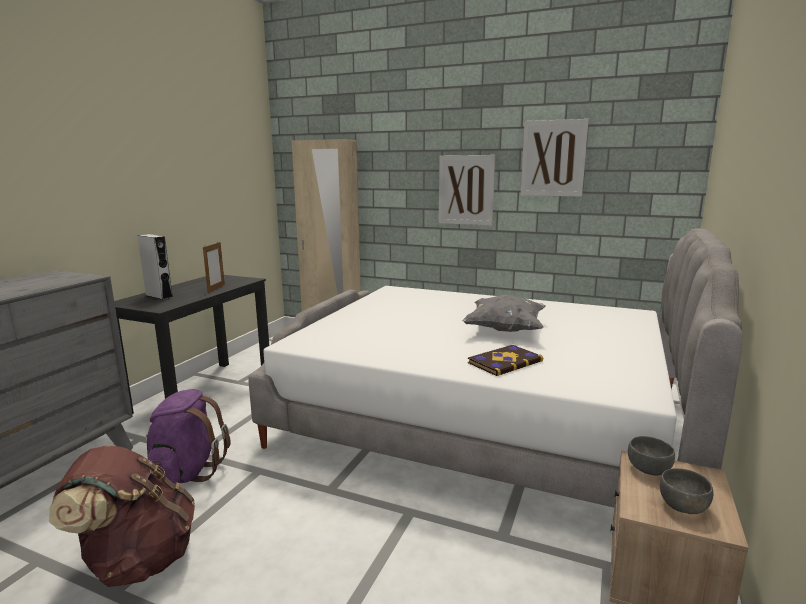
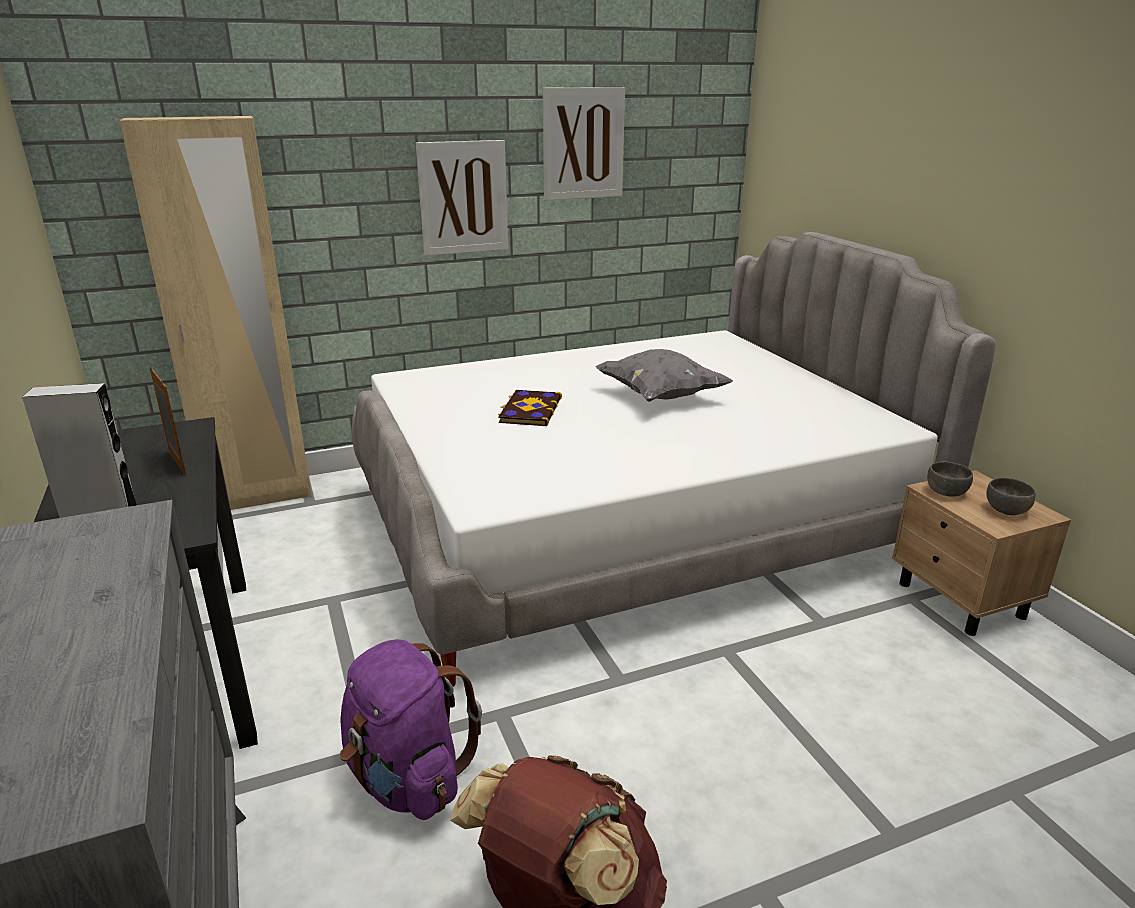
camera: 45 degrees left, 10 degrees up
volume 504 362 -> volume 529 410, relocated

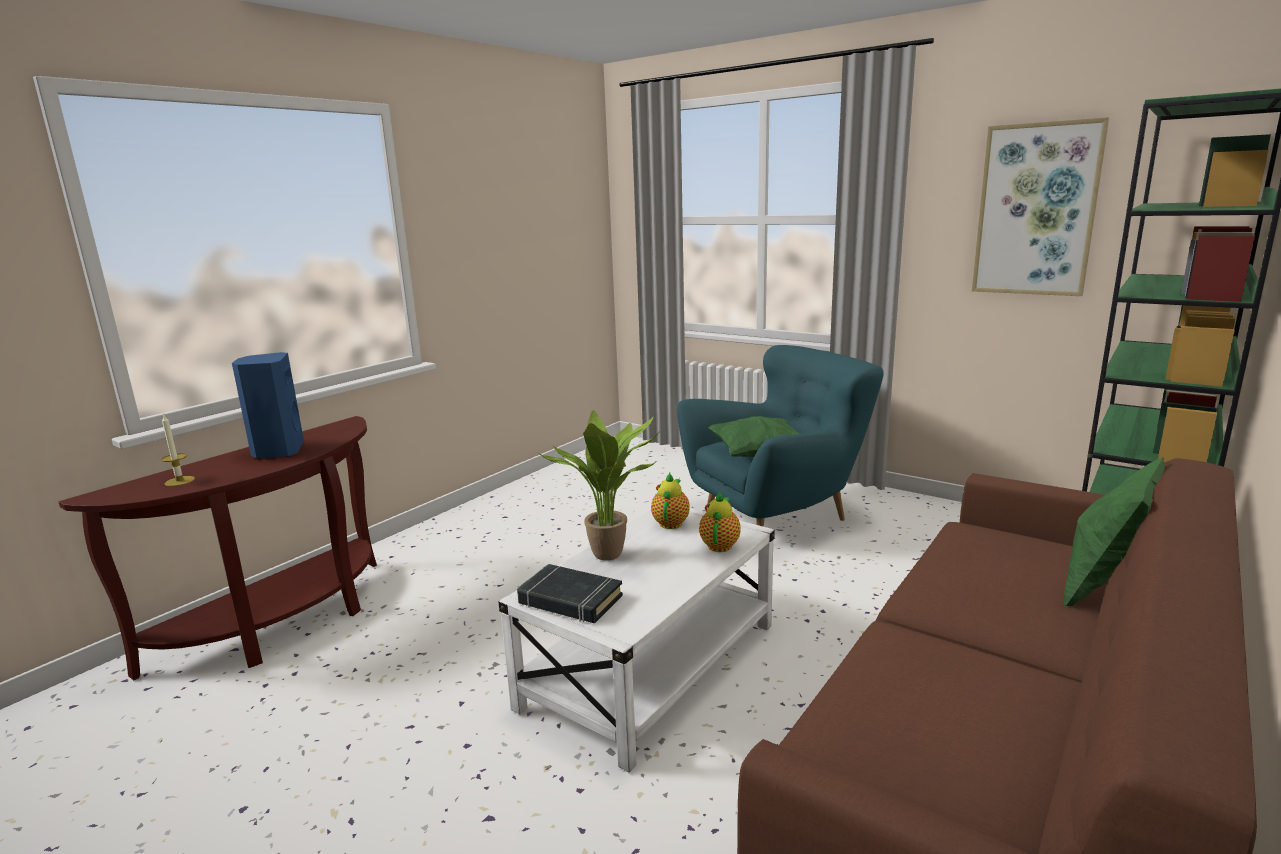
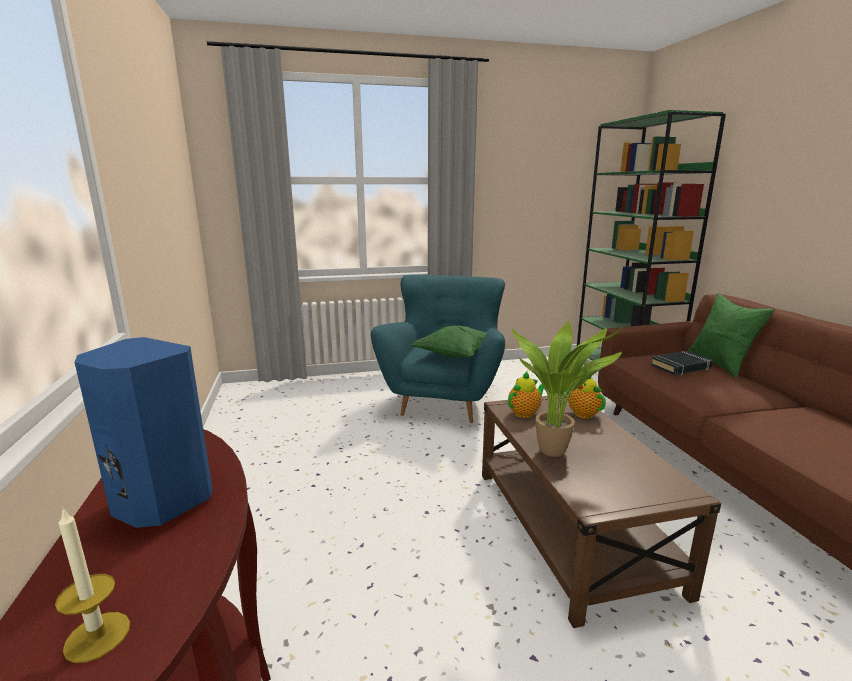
camera: 50 degrees left, 0 degrees up
coffee table in white-coloured 651 666 -> coffee table in brown 571 528
volume in blackish 570 600 -> volume in blackish 681 367, relocated
teapot 671 522 -> teapot 525 413, 90 degrees clockwise
picture 1036 210 -> none

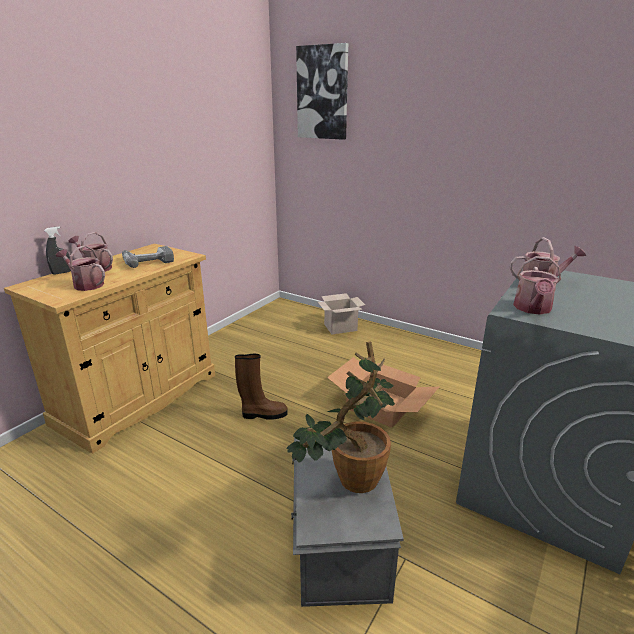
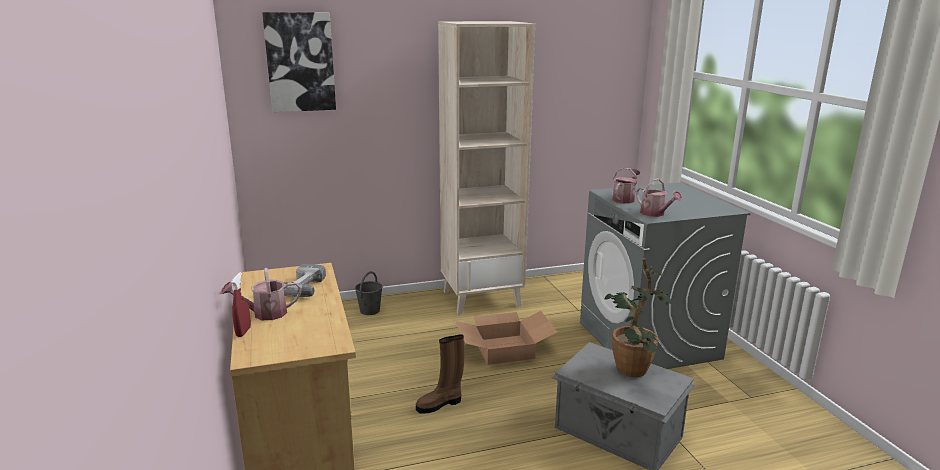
camera: 50 degrees left, 5 degrees down
spray bottle in greyish 62 273 -> spray bottle in reddish 243 332
watering can 86 284 -> none
boot in brown 263 414 -> boot in brown 440 404, 150 degrees counterclockwise
packing box 341 327 -> water bucket in greyish 370 310
none -> bookcase in beige 482 298

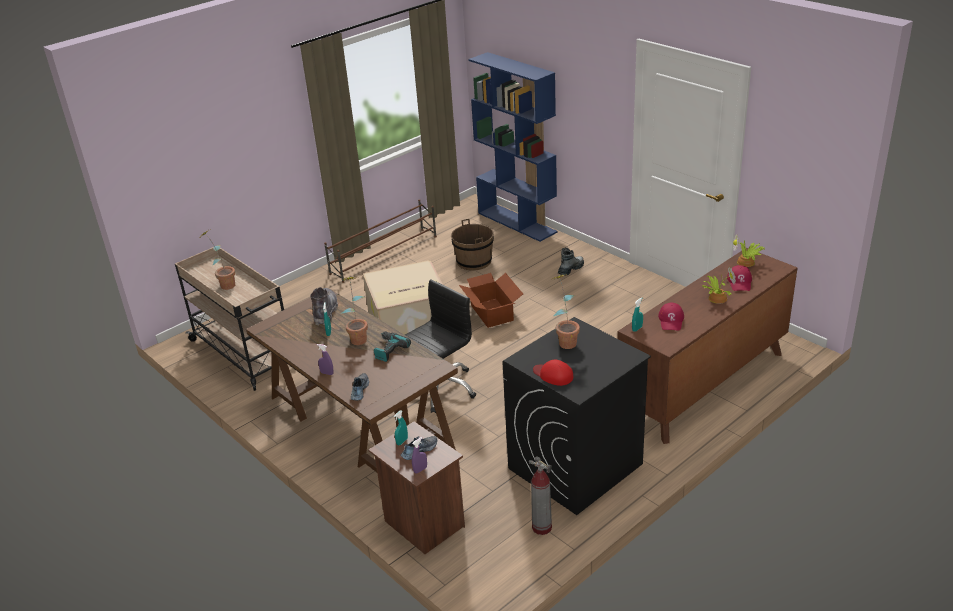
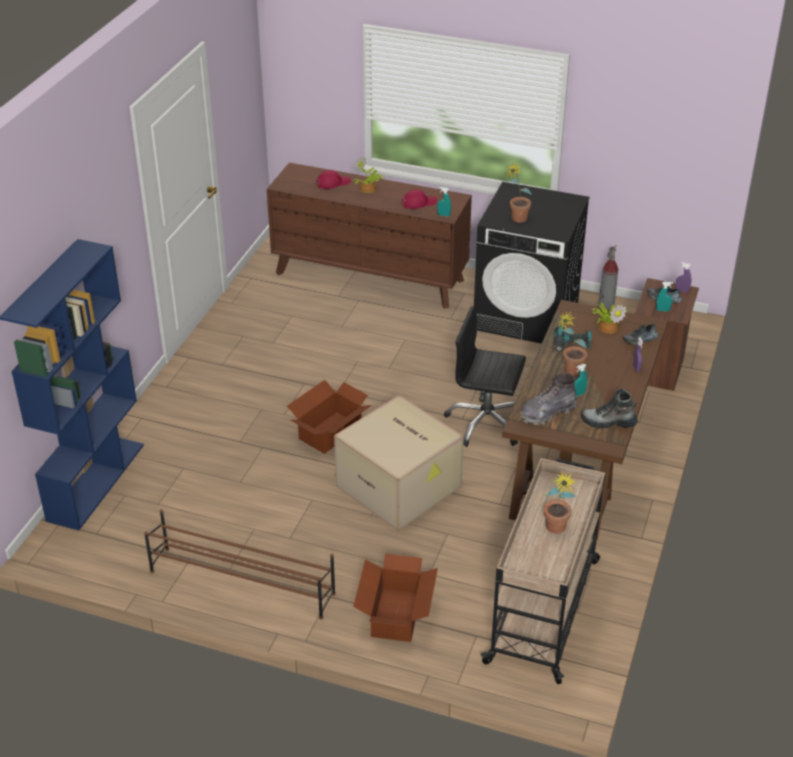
camera: 120 degrees left, 5 degrees up
water bucket in brown 474 261 -> none
cap in reddish 553 375 -> none
boot 570 269 -> boot 608 422, relocated
houseplant 746 263 -> houseplant 608 327, relocated
none -> packing box 395 615

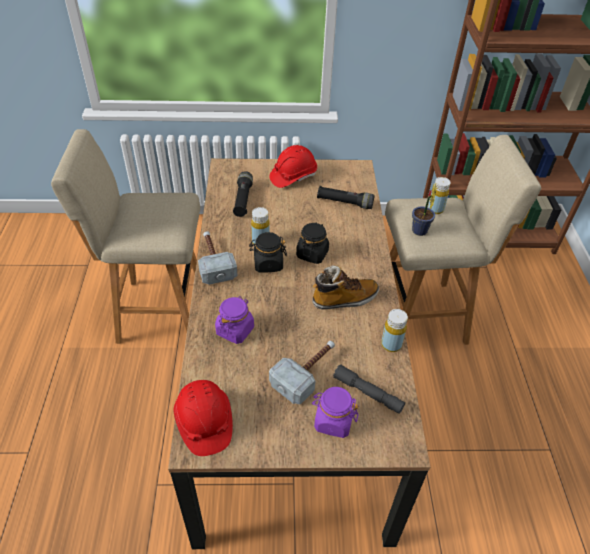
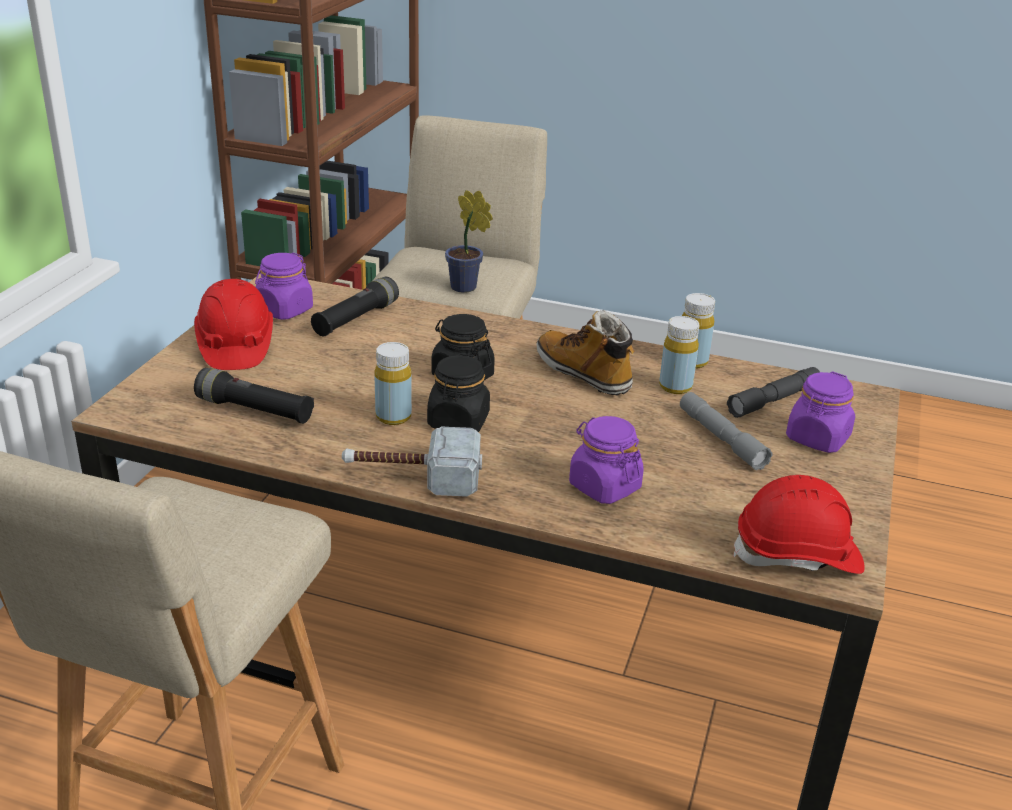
camera: 70 degrees left, 15 degrees down
hammer 307 372 -> flashlight in greyish 721 439
boot 344 299 -> boot 584 374, 45 degrees counterclockwise
beverage bottle in yellowish 435 209 -> beverage bottle in yellowish 675 386, relocated
none -> jar in purple 284 310

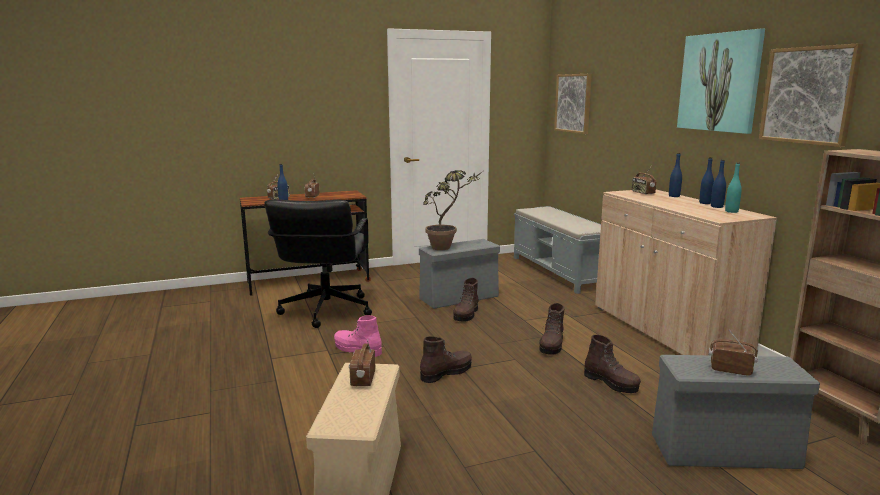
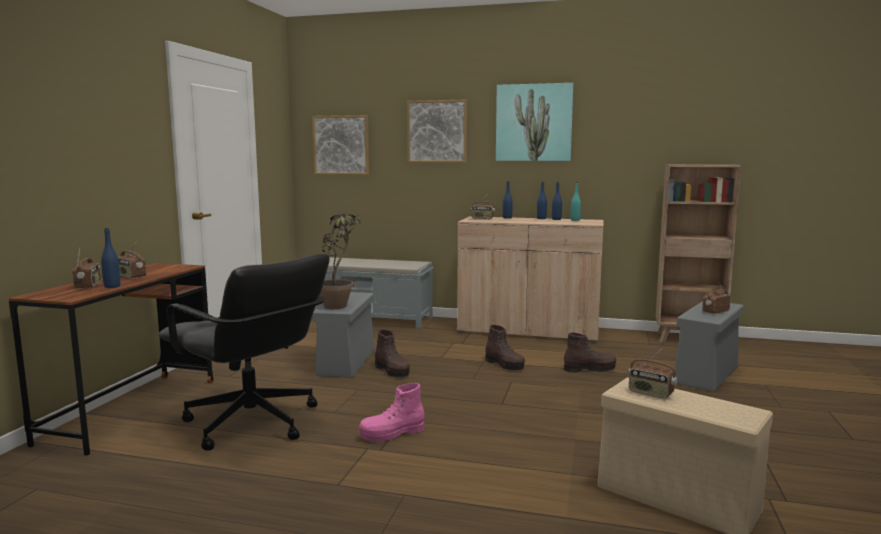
camera: 55 degrees left, 5 degrees down
boot in brown 446 372 -> none
picture 808 95 -> picture 437 131, relocated

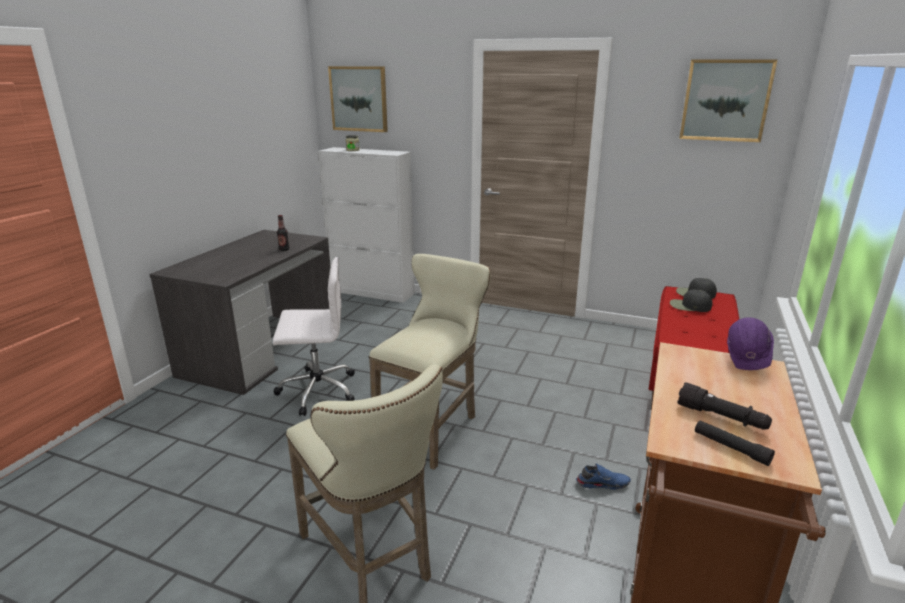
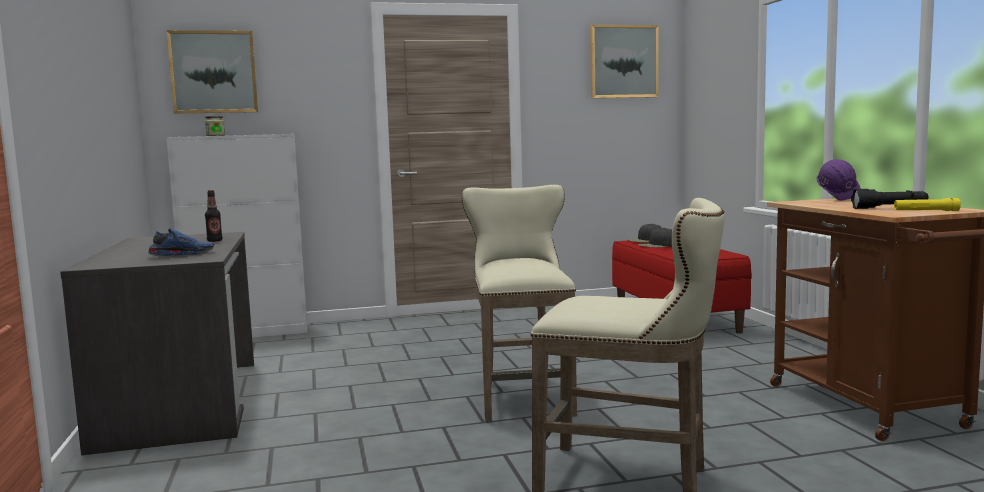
camera: 35 degrees left, 15 degrees down
desk chair in white-coloured 316 390 -> none
low shoe in blue 602 483 -> low shoe in blue 182 254, relocated
flashlight in blackish 731 448 -> flashlight in yellowish 925 211

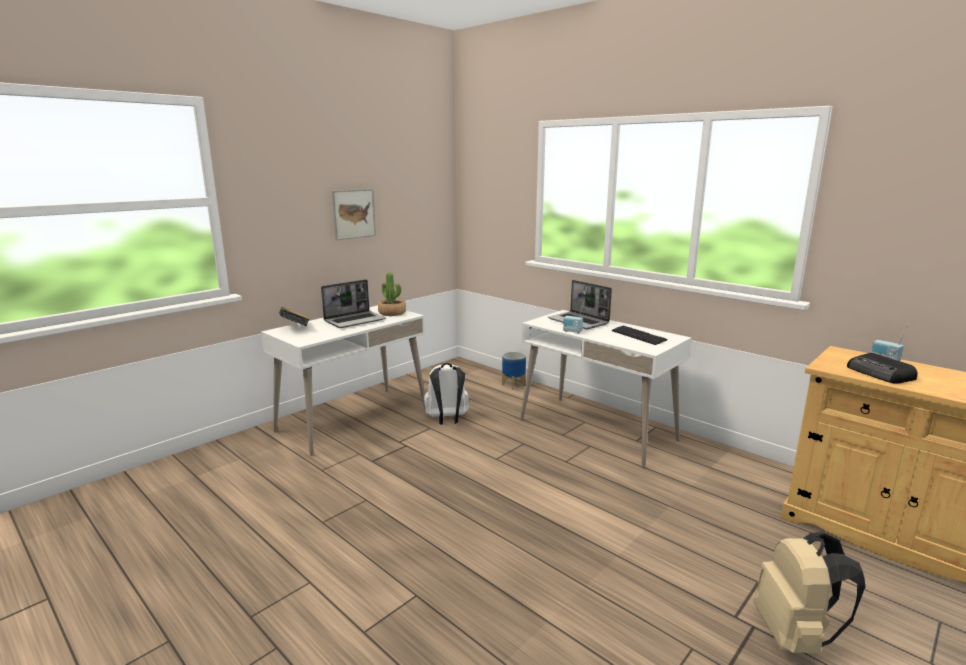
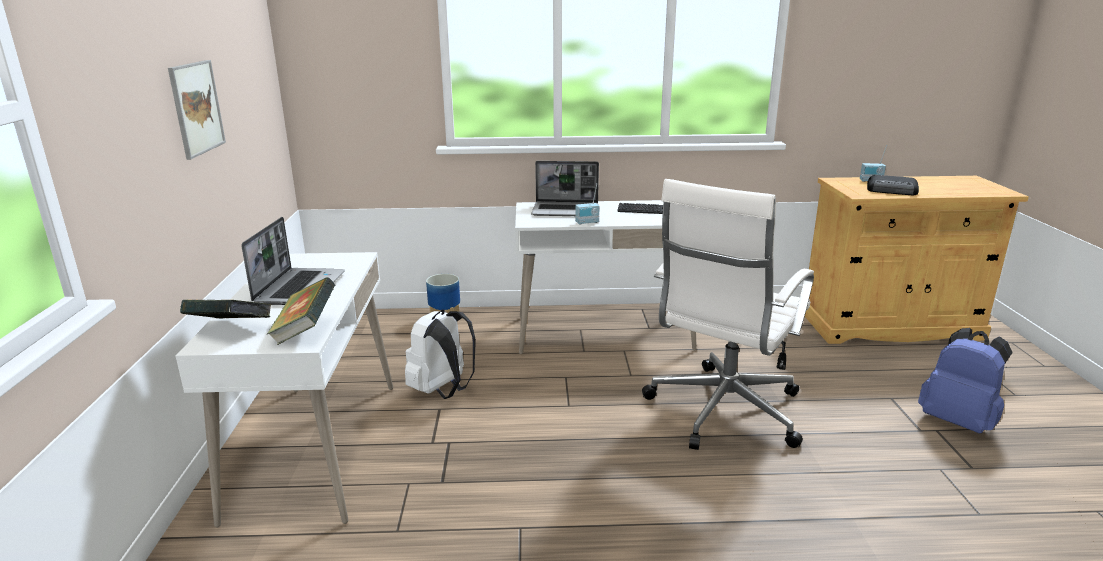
camera: 45 degrees left, 5 degrees up
houseplant 392 313 -> none
knapsack in beige 795 635 -> knapsack in blue 958 421
none -> volume 305 331
none -> desk chair in white-coloured 722 412

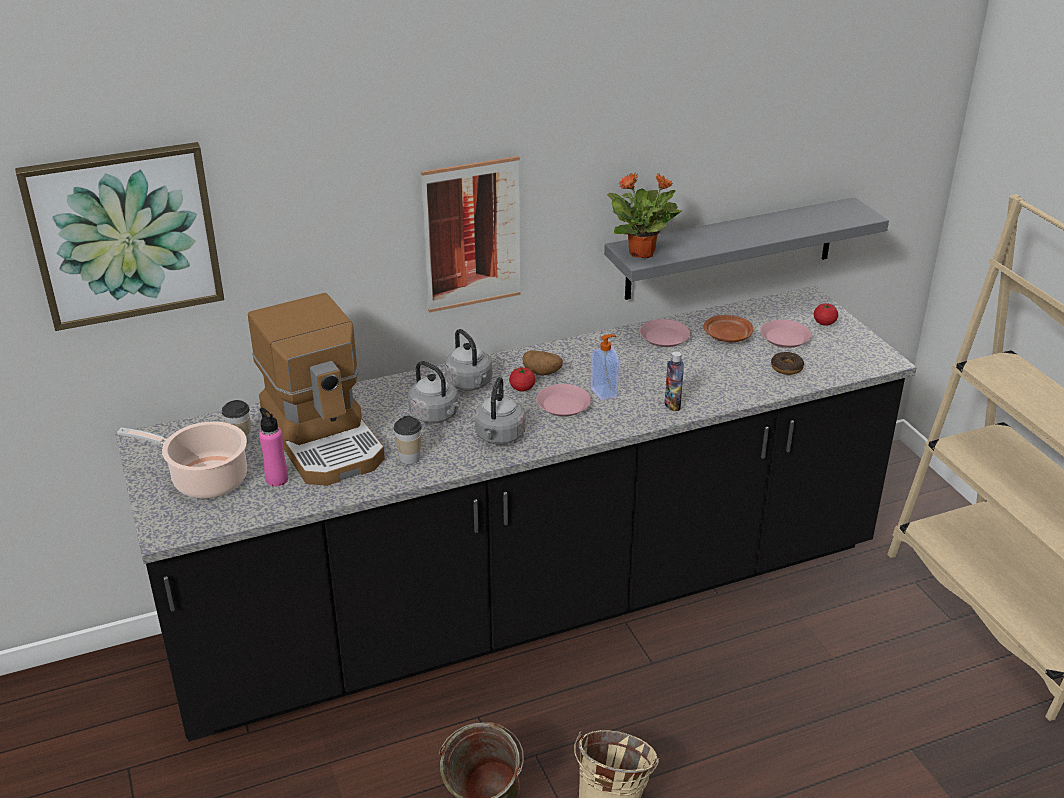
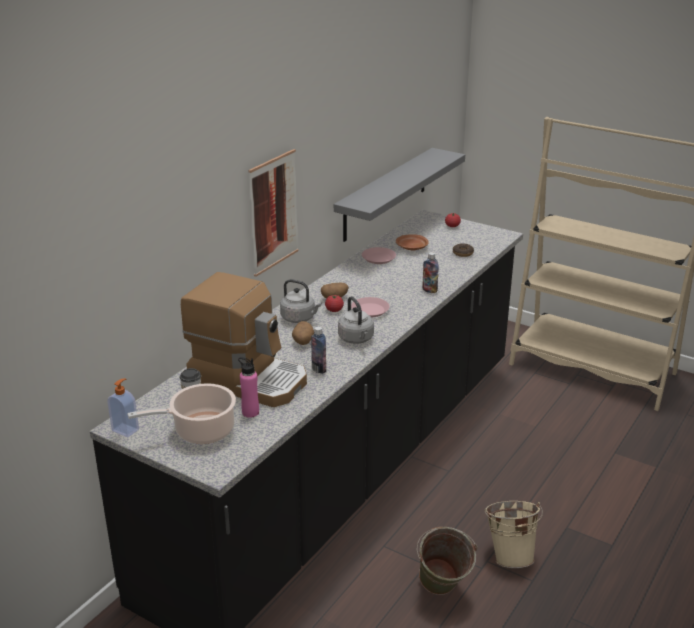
camera: 35 degrees left, 5 degrees down
picture 124 234 -> none
cup 409 458 -> beverage bottle 319 369
water kettle in greyish 436 416 -> potato 303 342
soap dispenser 604 392 -> soap dispenser 126 430, relocated
houseplant 643 253 -> none
flat dish in pink-coloured 785 338 -> none

